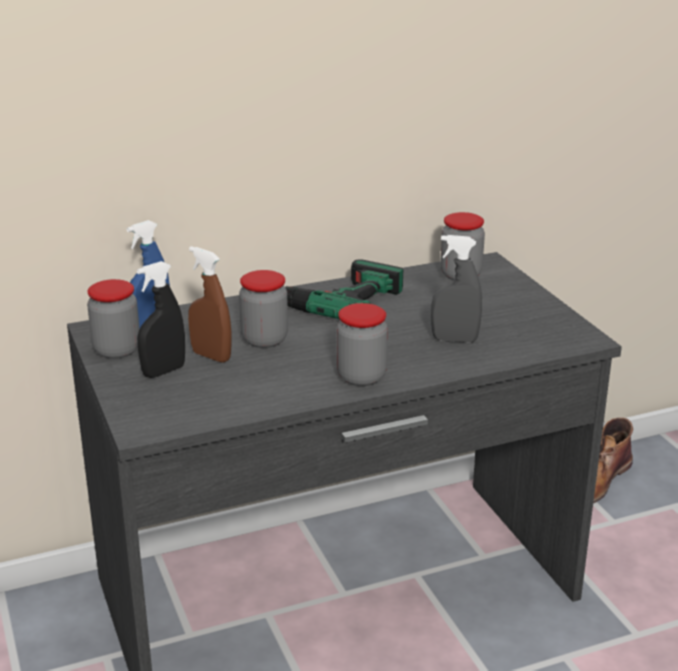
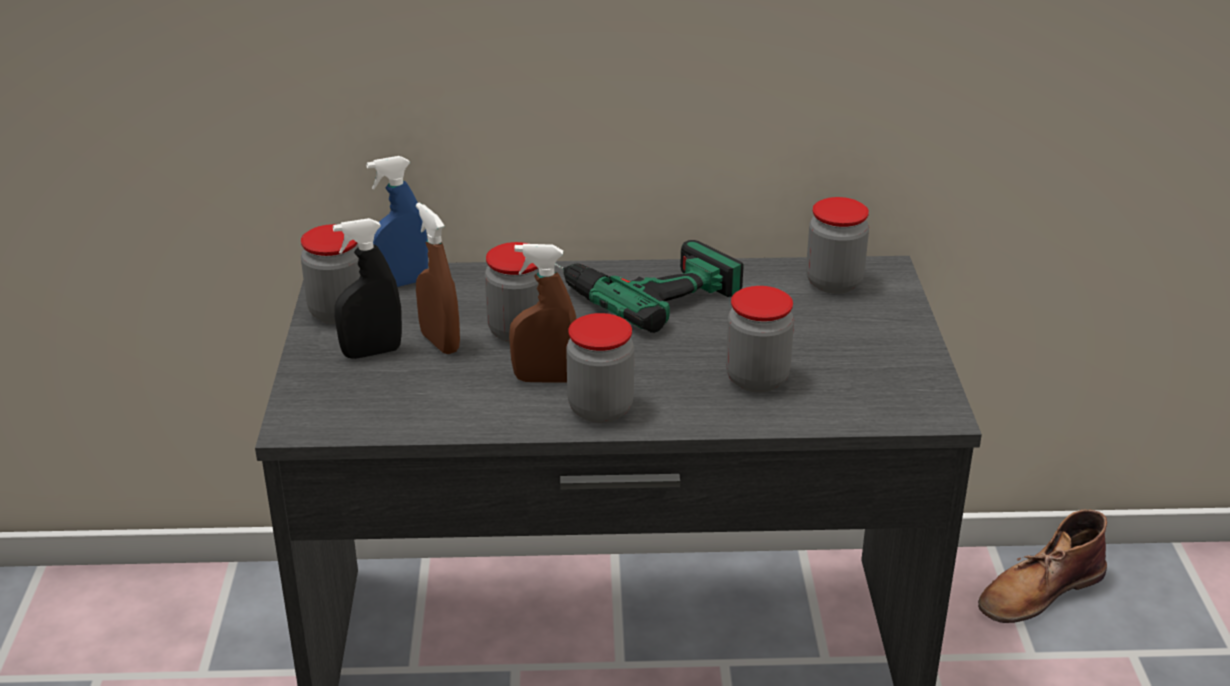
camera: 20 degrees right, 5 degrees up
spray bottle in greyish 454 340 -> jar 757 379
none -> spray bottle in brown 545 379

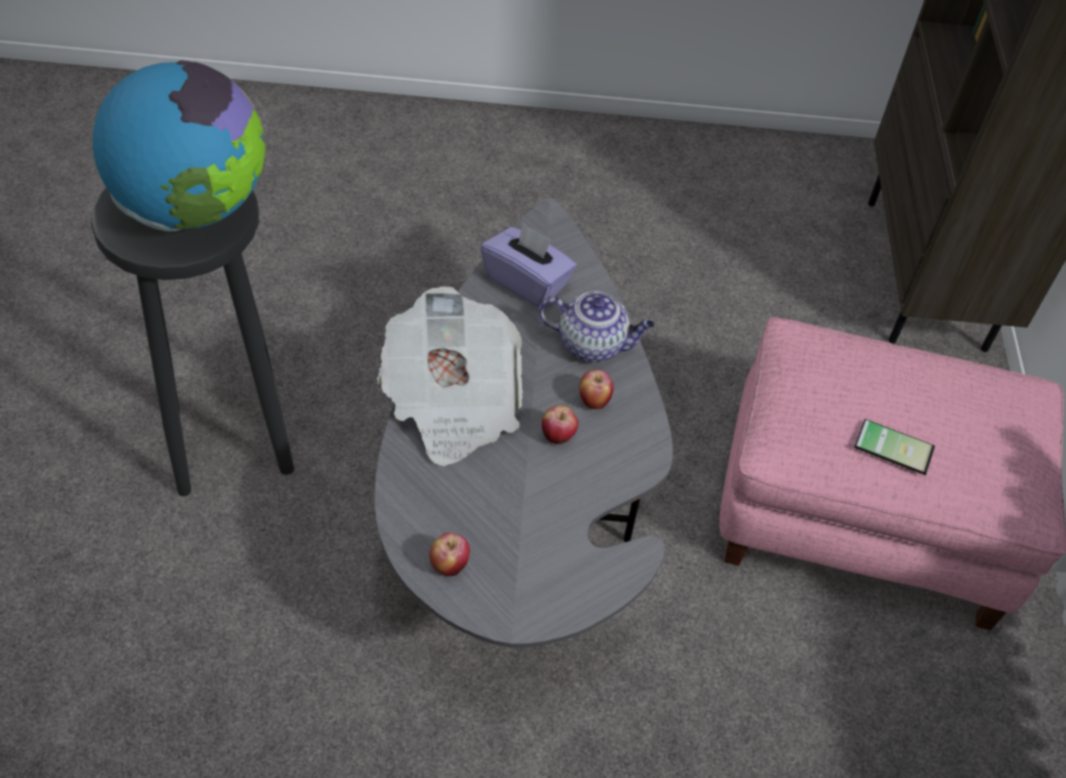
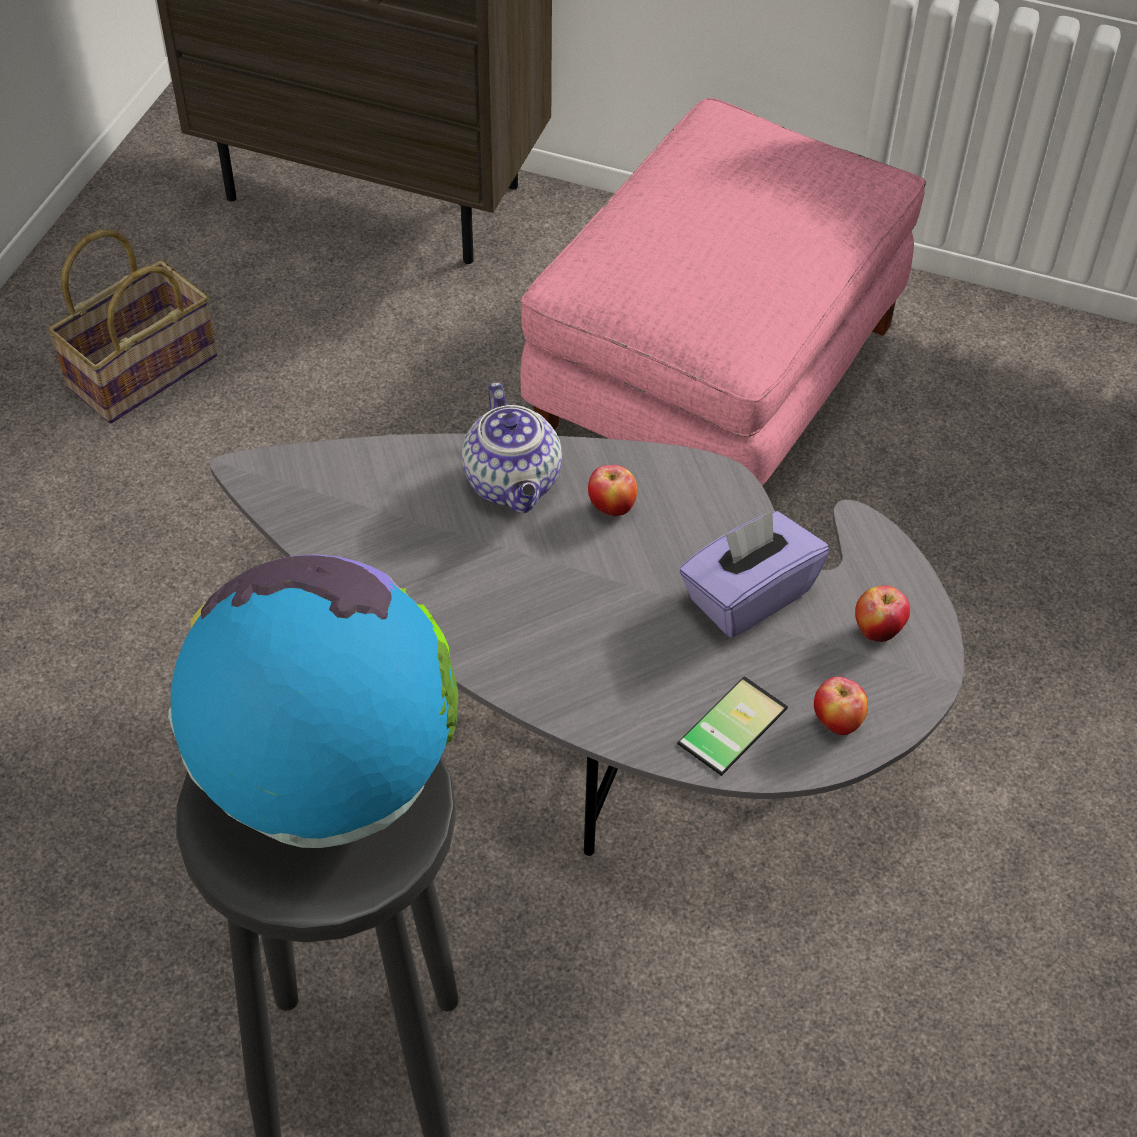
camera: 70 degrees left, 0 degrees up
printed paper 452 403 -> none
tissue holder in purple 527 282 -> tissue holder in purple 748 595, relocated
teapot 593 344 -> teapot 514 483, 135 degrees clockwise
apple fruit 558 436 -> apple fruit 878 630, relocated
telephone 895 444 -> telephone 728 722, relocated
none -> household basket 144 368

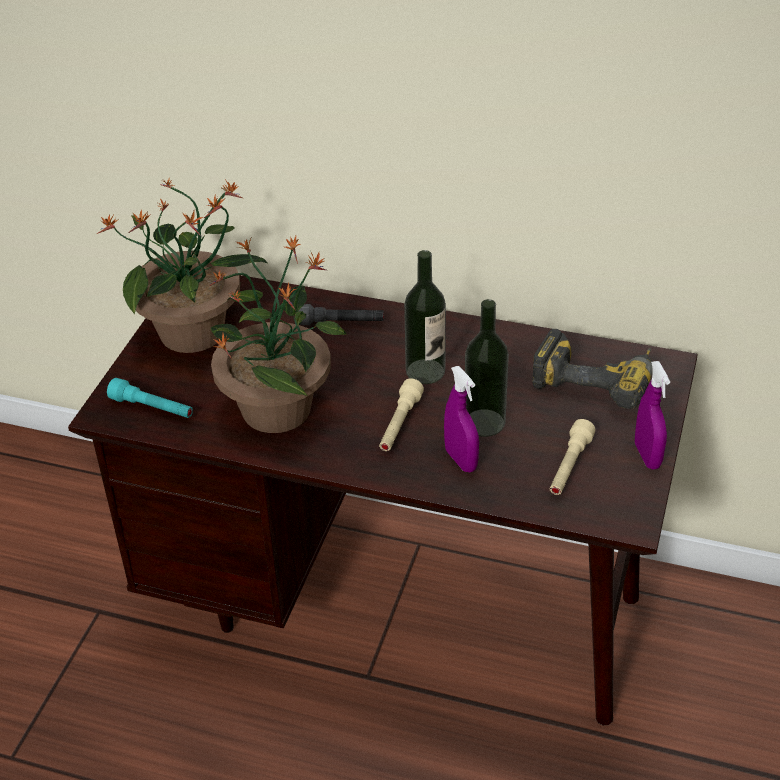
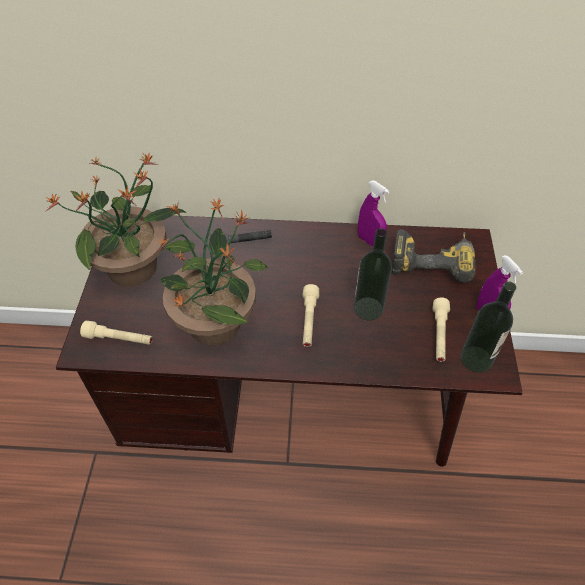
camera: 15 degrees left, 10 degrees up
flashlight in blue-green 152 408 -> flashlight in beige 119 339
beverage bottle 425 371 -> beverage bottle 476 359, relocated
spray bottle in purple 461 460 -> spray bottle in purple 369 241, relocated

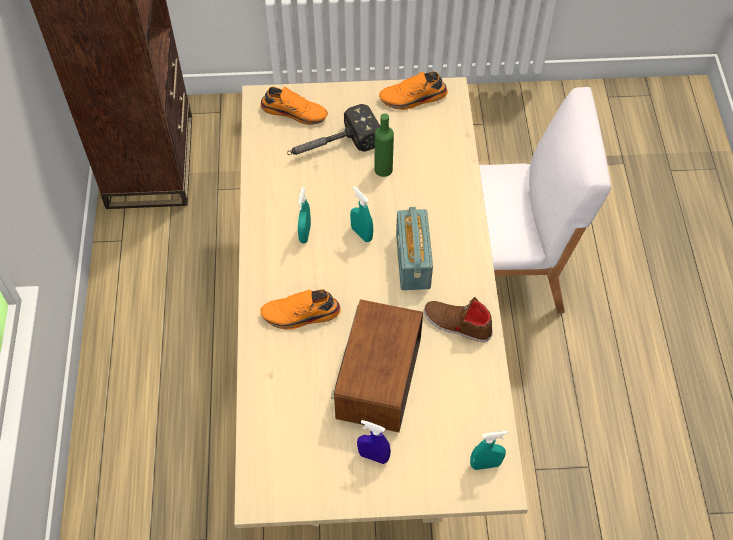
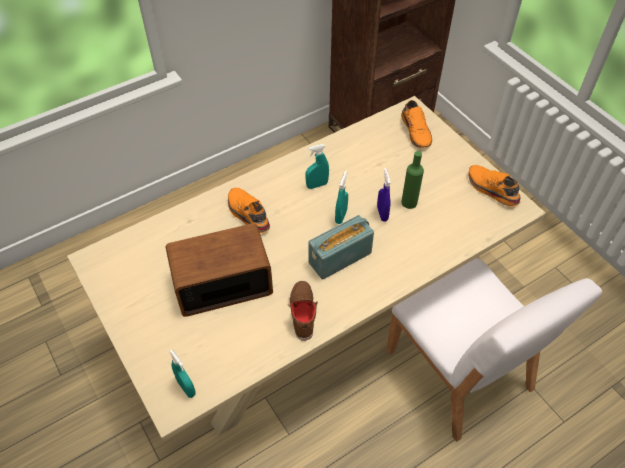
camera: 60 degrees right, 5 degrees down
hammer 331 146 -> none
spray bottle in blue 373 456 -> spray bottle in blue 382 214, relocated

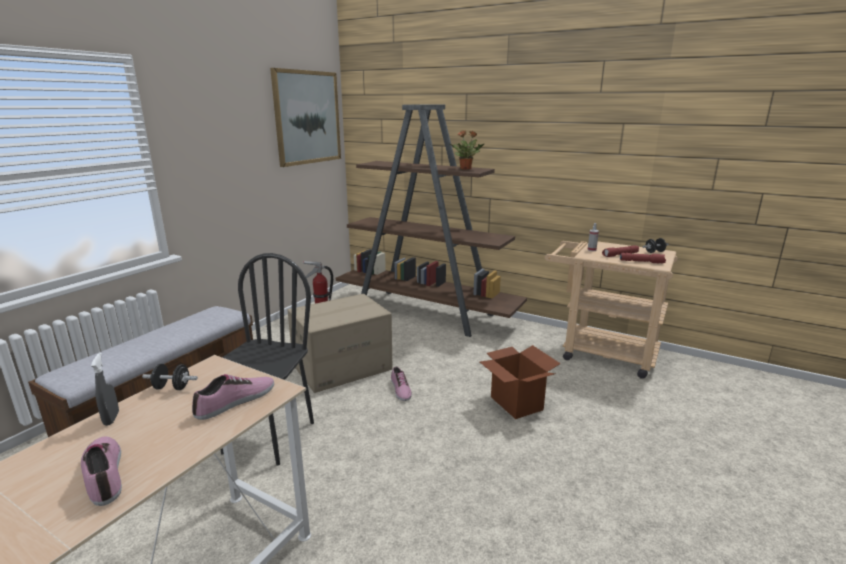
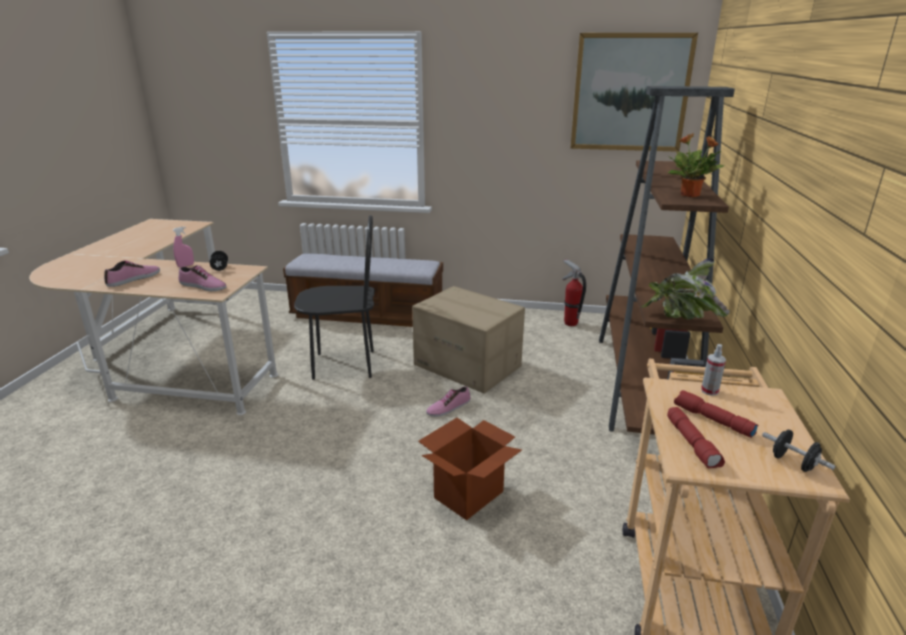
camera: 70 degrees right, 5 degrees up
spray bottle in greyish 111 418 -> spray bottle in pink-coloured 185 265
none -> houseplant 679 320

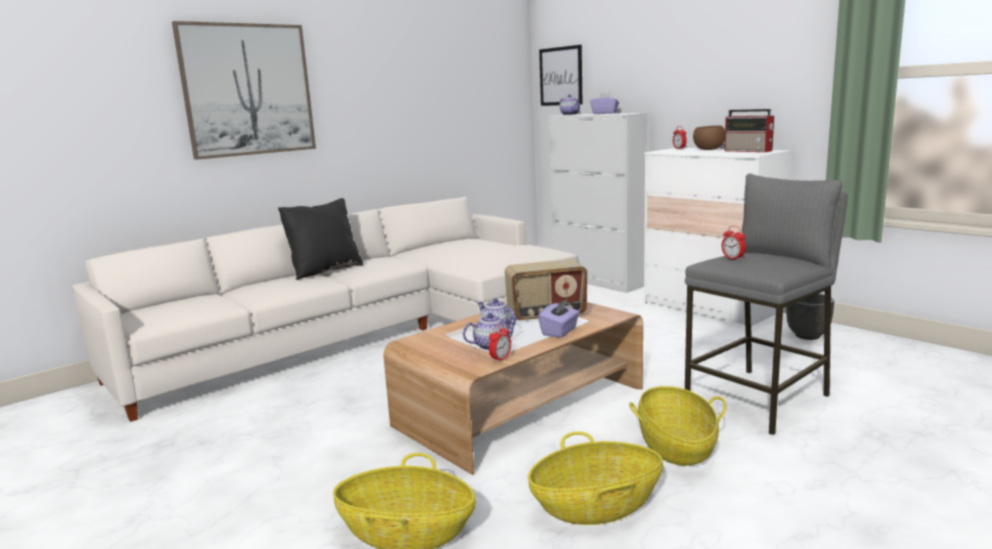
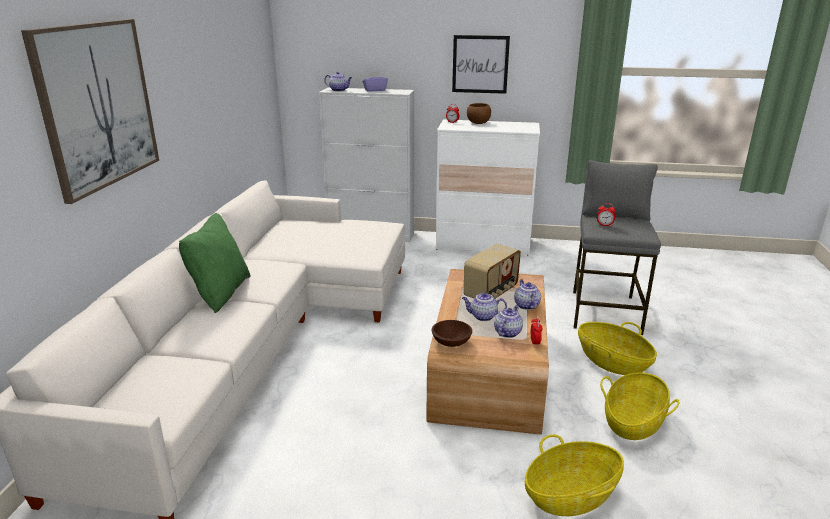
camera: 40 degrees left, 10 degrees up
pillow in blackish 324 270 -> pillow in green 220 293
tissue holder in purple 559 331 -> teapot 526 305
picture 561 76 -> picture 480 64, relocated
radio set 749 151 -> none
flower pot in blackish 808 336 -> none
none -> serving bowl in brown 451 342

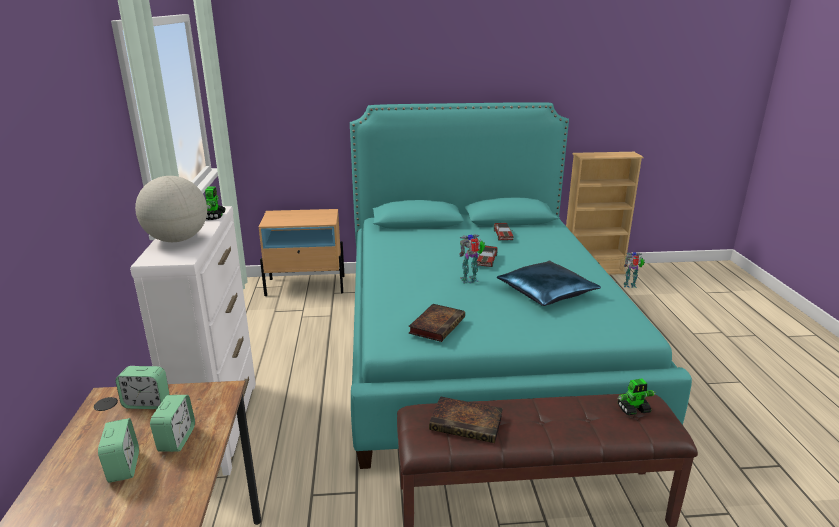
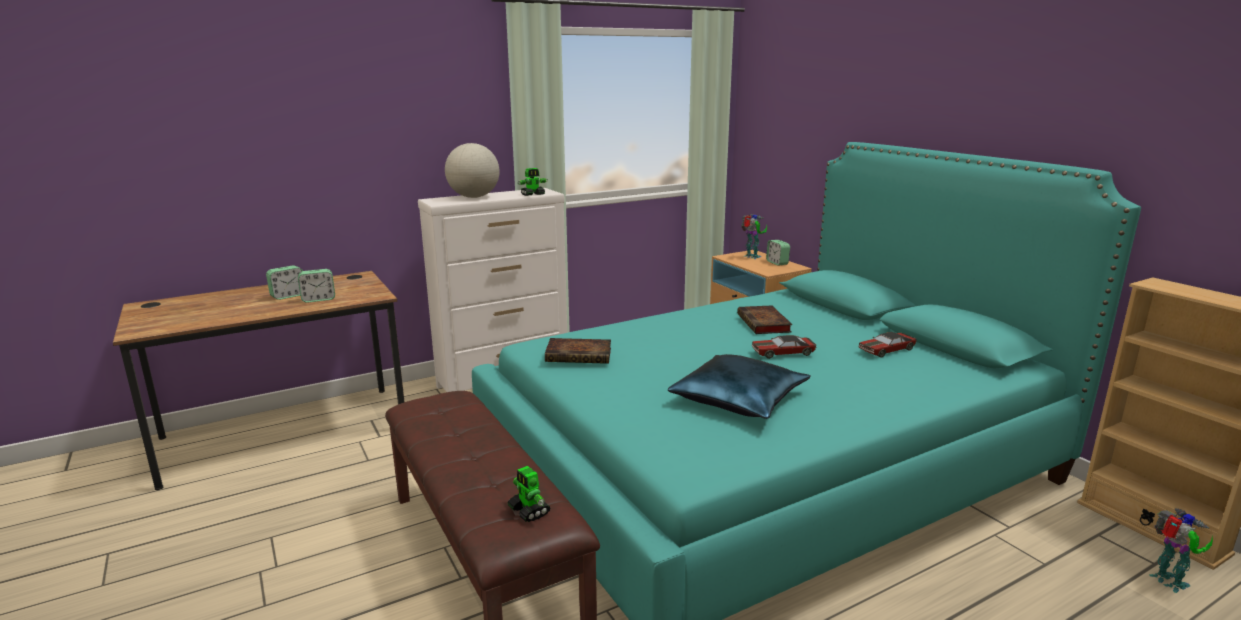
camera: 65 degrees right, 5 degrees down
alarm clock 146 403 -> alarm clock 777 263, relocated
volume 468 423 -> volume 764 324, relocated
model robot 470 280 -> model robot 752 257, relocated

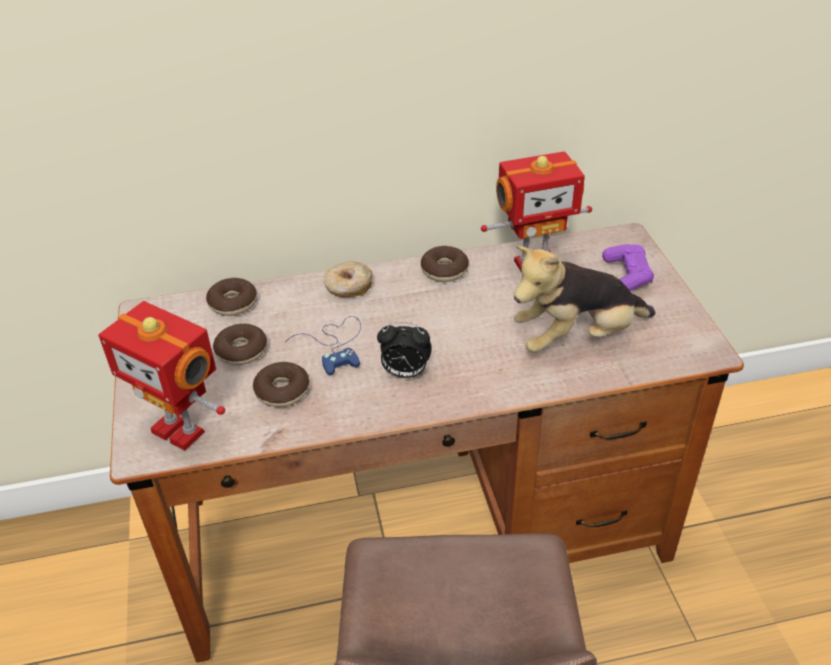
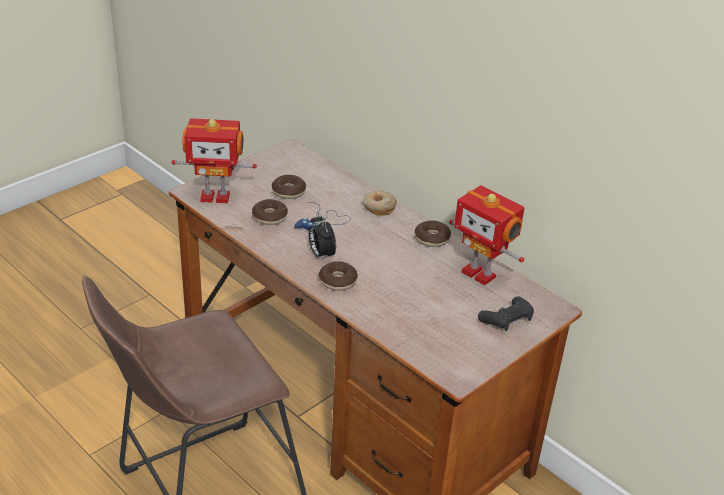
camera: 55 degrees right, 5 degrees down
model robot 181 430 -> model robot 215 196, 90 degrees counterclockwise
donut 233 303 -> donut 338 281, relocated
cuddly toy 576 338 -> none
gamepad in purple 626 276 -> gamepad in blackish 507 320

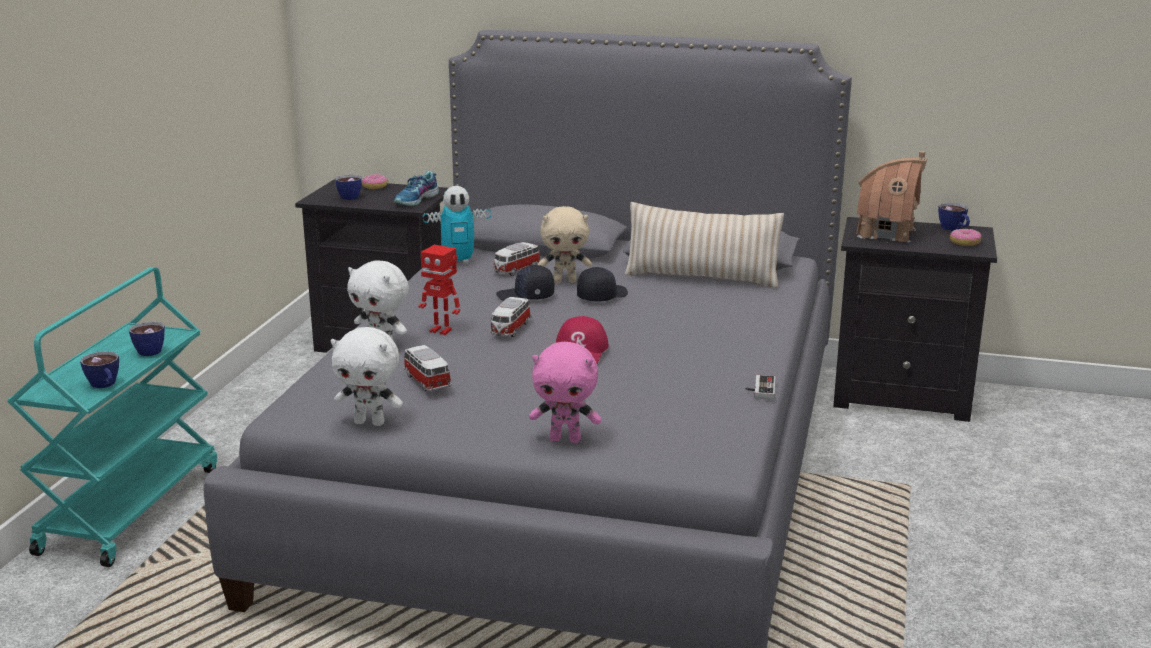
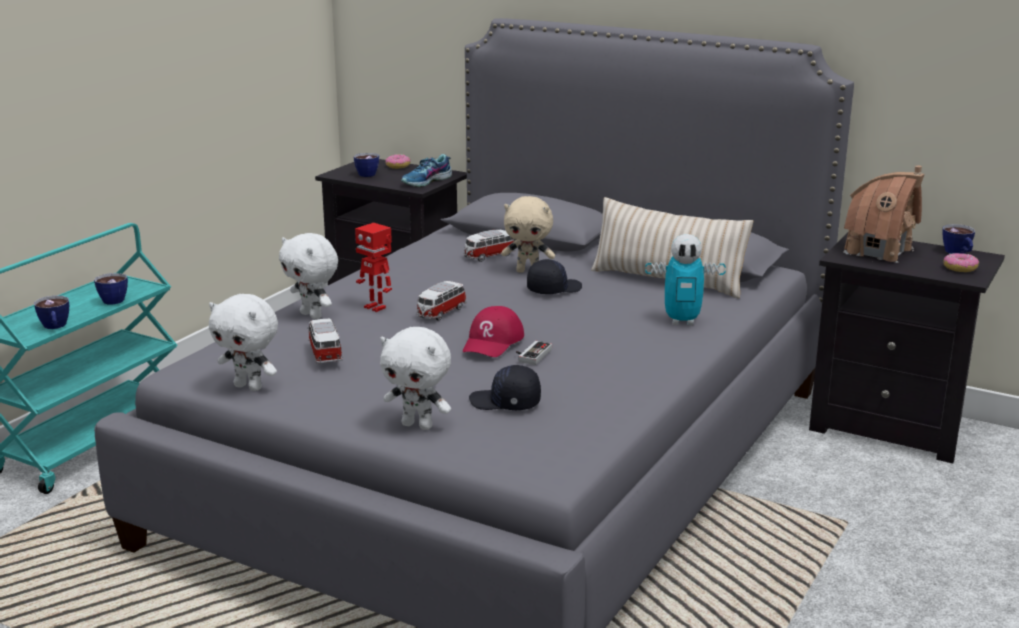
camera: 15 degrees right, 0 degrees up
model robot 458 262 -> model robot 682 321, relocated
cap in blackish 526 296 -> cap in blackish 505 403, relocated
cuddly toy in pink-coloured 566 439 -> cuddly toy in white-coloured 418 425
gamepad 760 390 -> gamepad 531 355, relocated

